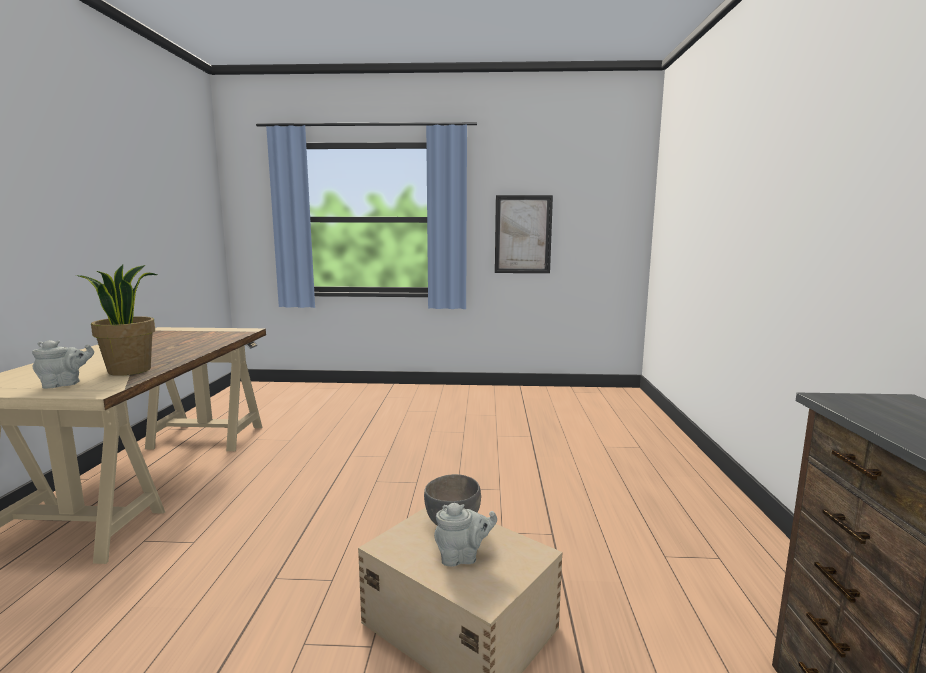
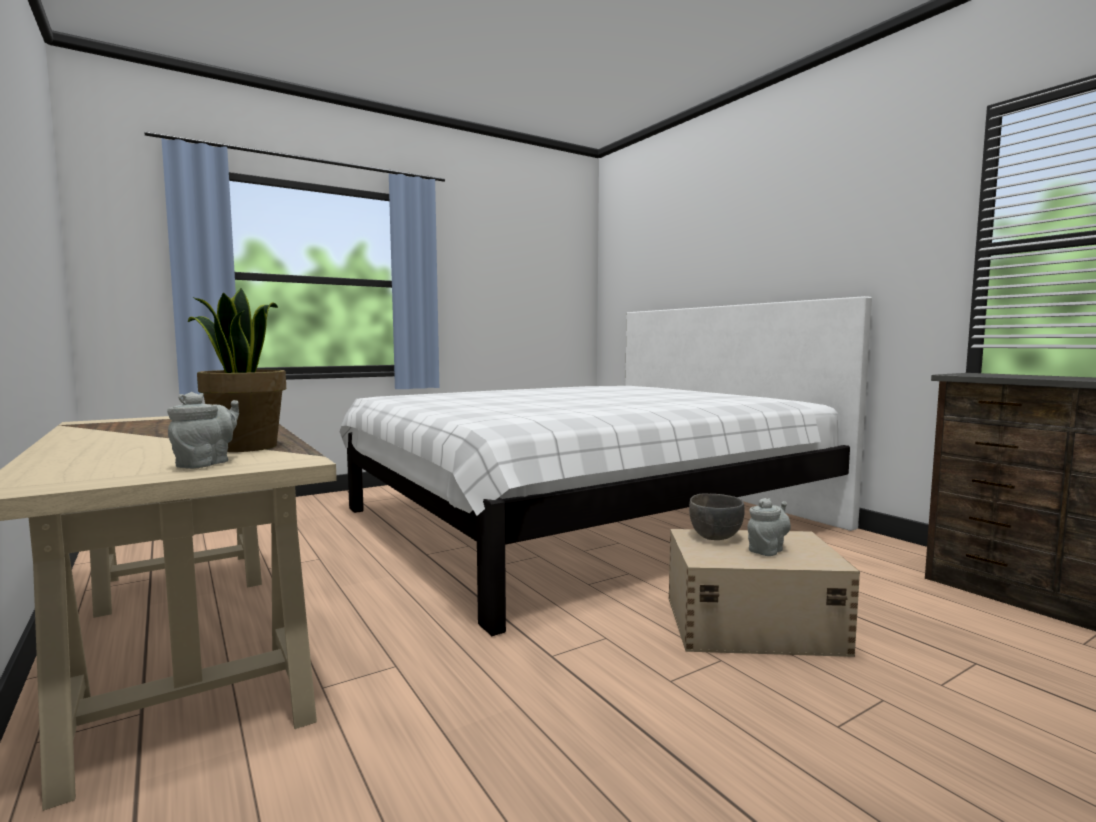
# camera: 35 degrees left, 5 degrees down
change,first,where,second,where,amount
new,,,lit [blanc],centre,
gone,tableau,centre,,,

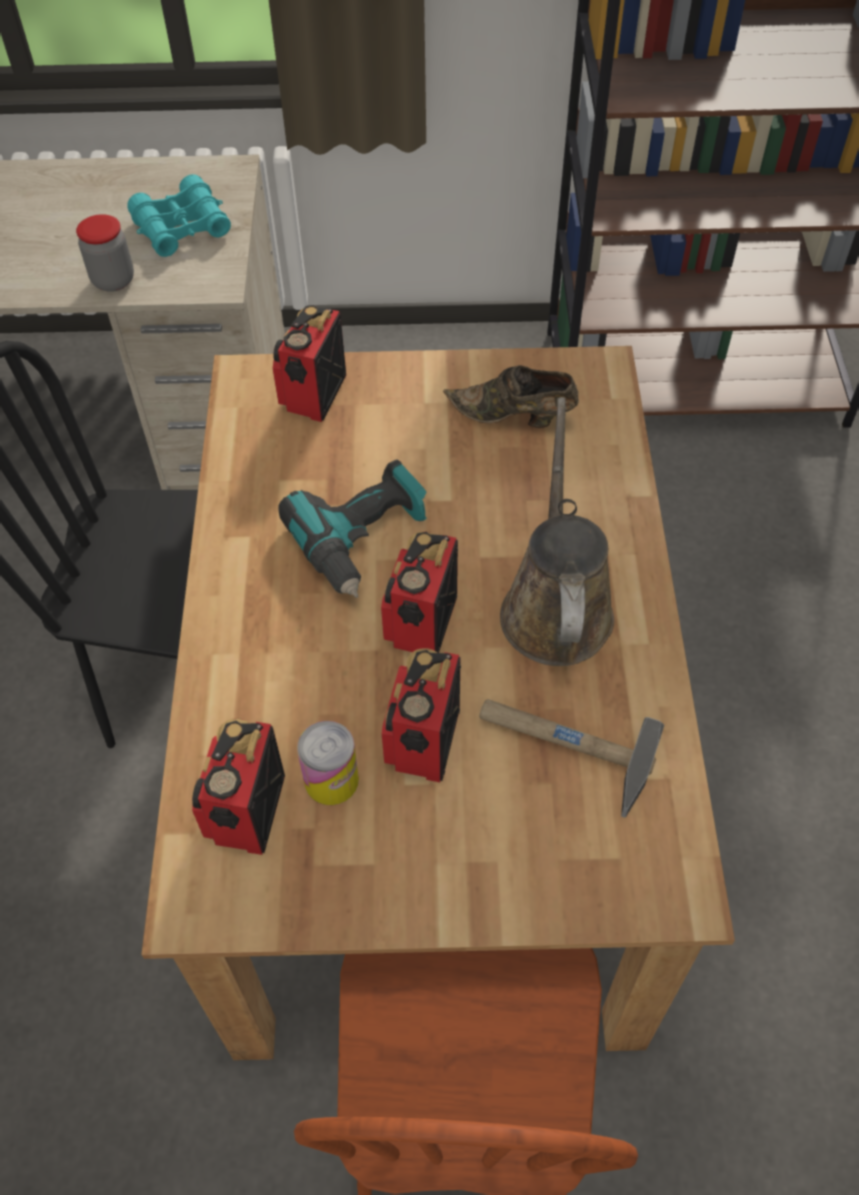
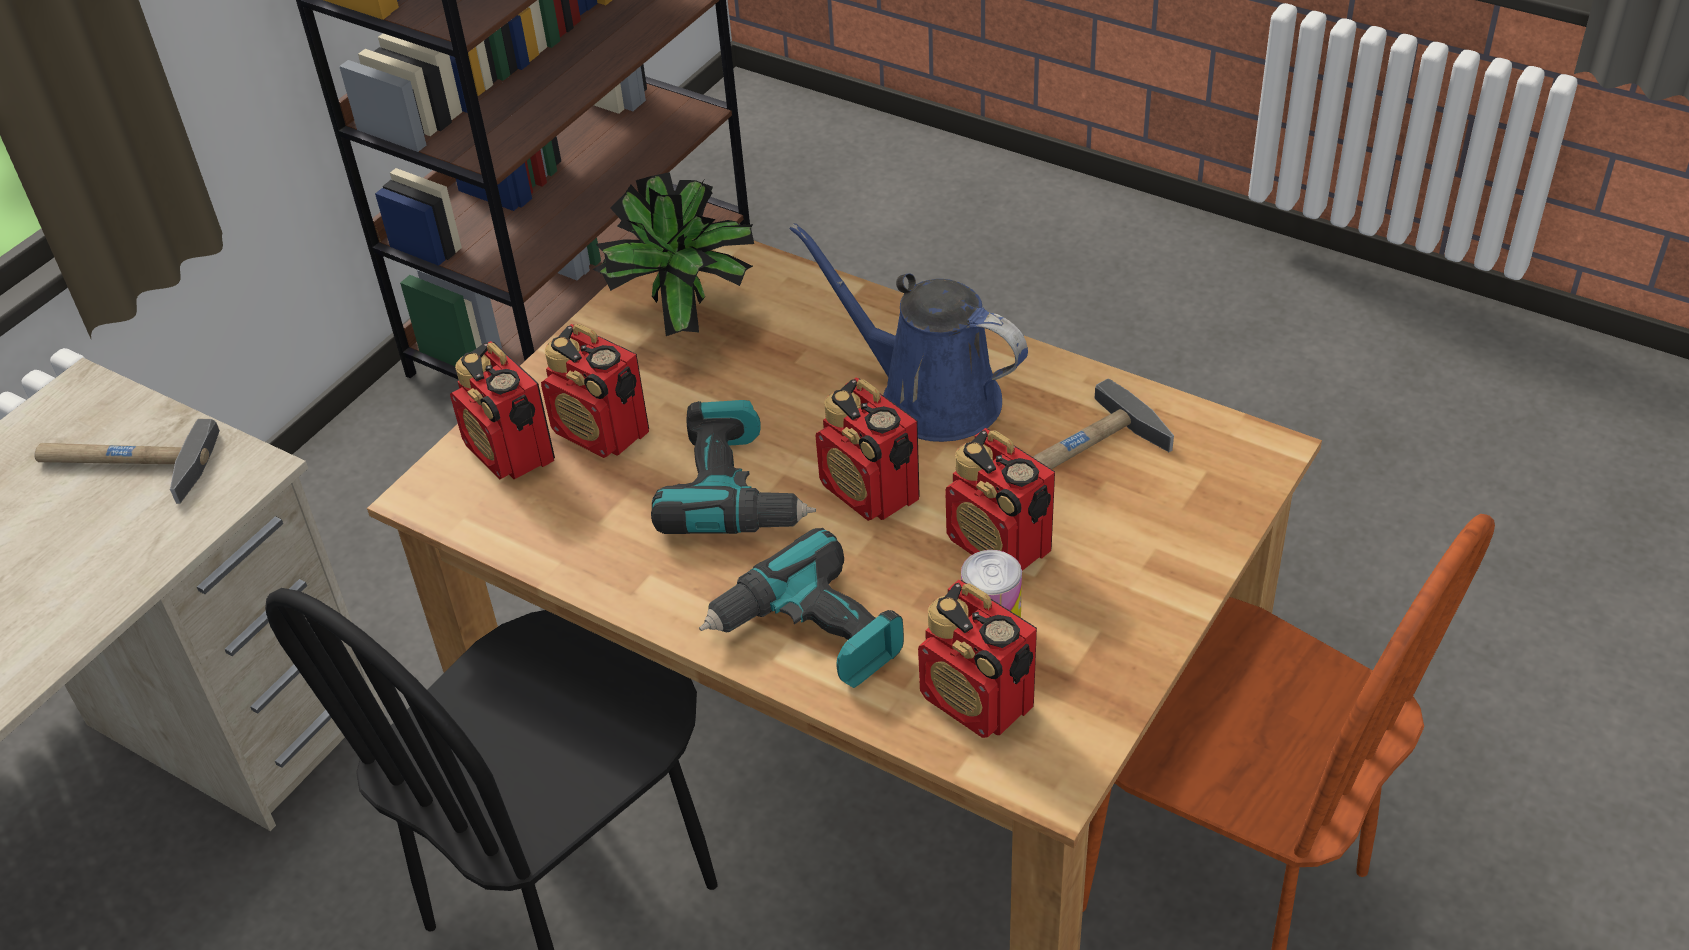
# camera: 55 degrees left, 10 degrees down
change,first,where,second,where,amount
swapped,jumelles [turquoise],top left,marteau (no. 1 from left),middle left,
new,,,radio (no. 2 from left),centre,
swapped,chaussure [marron],top centre,plante en pot,top centre,
new,,,perceuse (no. 2 from left),centre,
repainted,arrosoir [marron],centre,arrosoir [bleu],centre,
gone,bocal,top left,,,

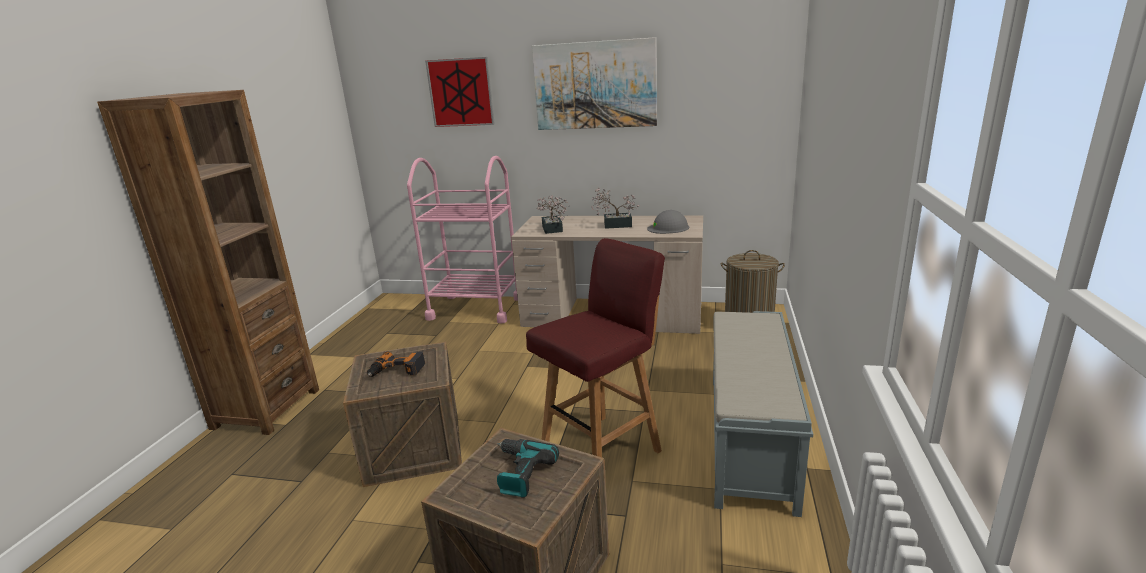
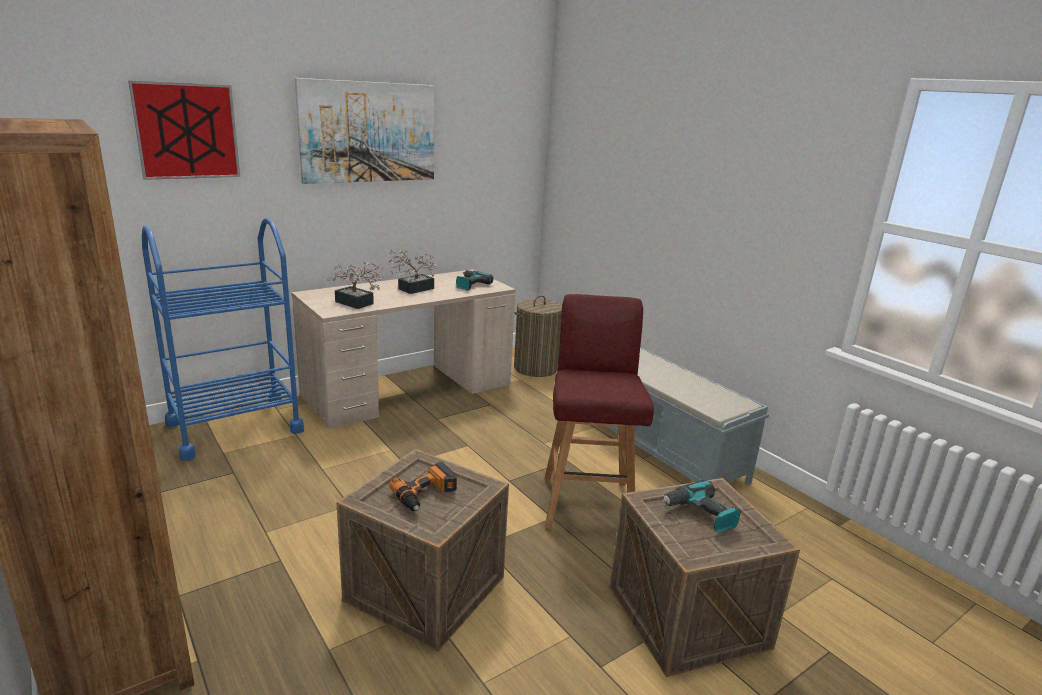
# camera: 50 degrees left, 0 degrees up
change,first,where,second,where,amount
repainted,chariot [rose],centre,chariot [bleu],middle left,
swapped,casque de chantier [gris],centre,perceuse (no. 2 from left),centre,

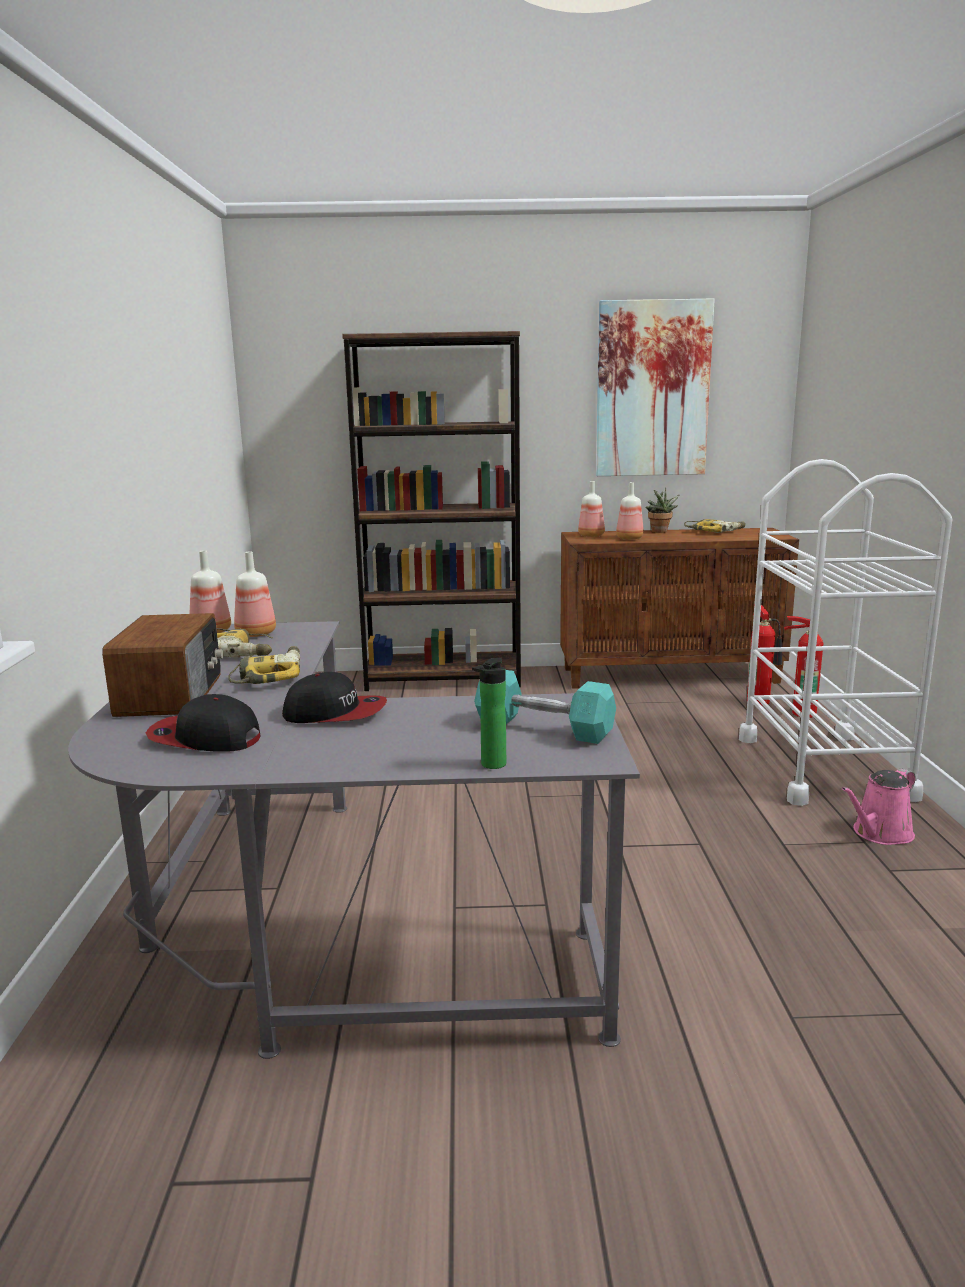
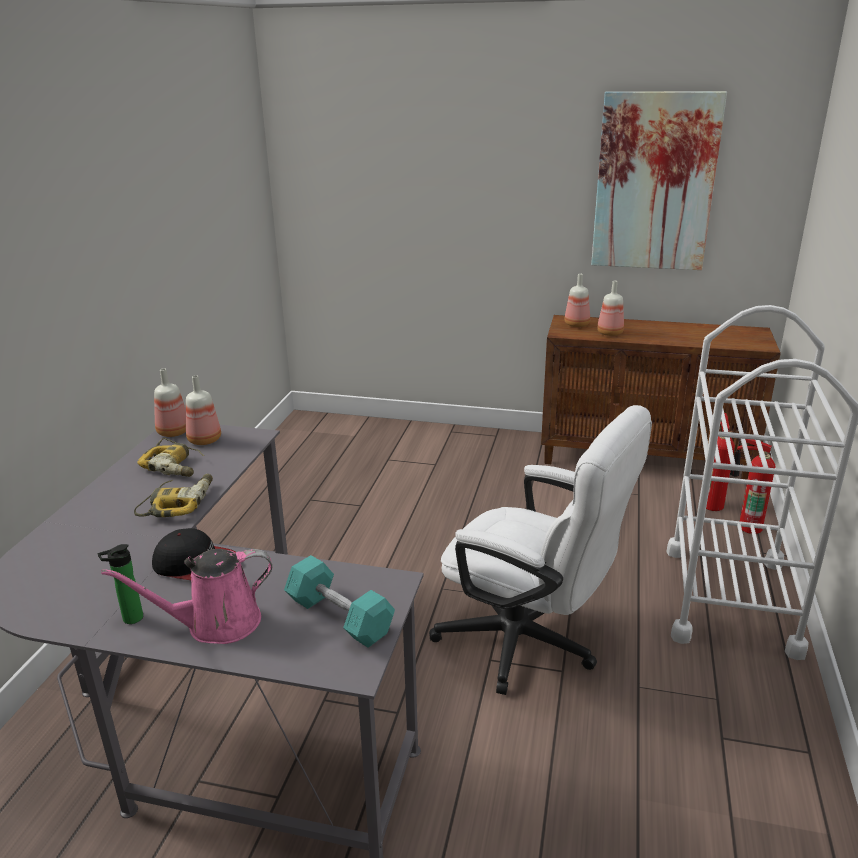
# camera: 15 degrees right, 10 degrees up
change,first,where,second,where,amount
shifted,bouteille (no. 3 from left in the first image),centre,bouteille (no. 1 from left),bottom left,
shifted,arrosoir [rose],middle right,,bottom left,
new,,,chaise de bureau [blanc],centre,
gone,radio,middle left,,,
gone,casquette (no. 1 from left),middle left,,,
gone,bibliothèque [marron],centre,,,
gone,plante en pot,middle right,,,
gone,perceuse (no. 3 from left),middle right,,,

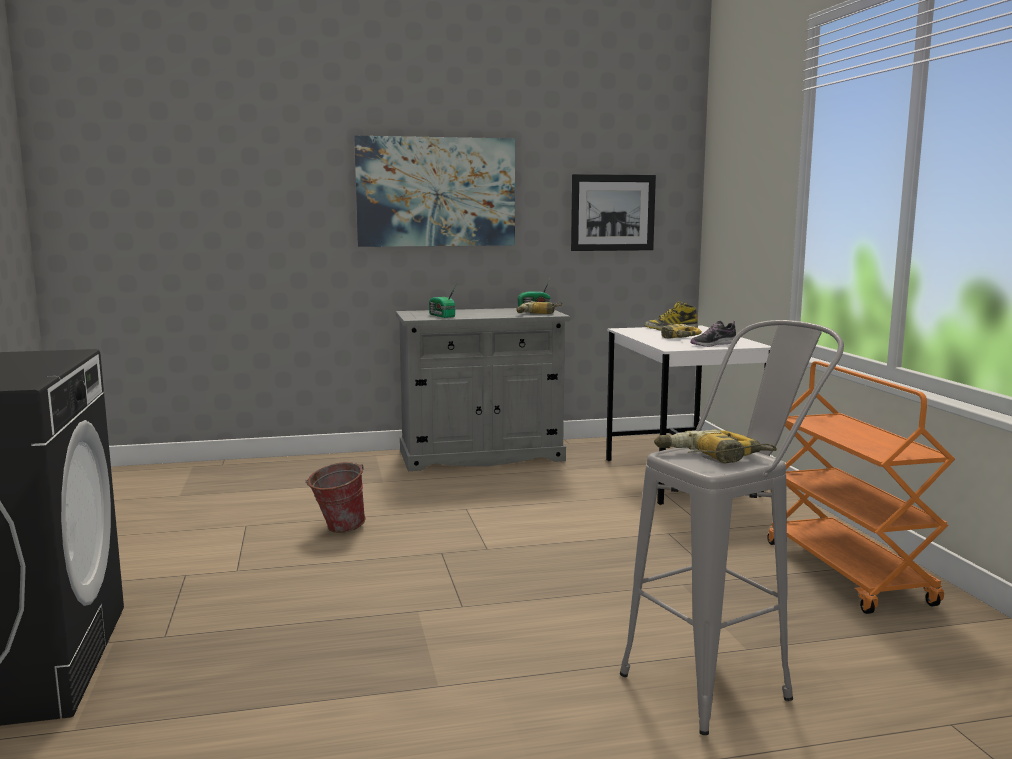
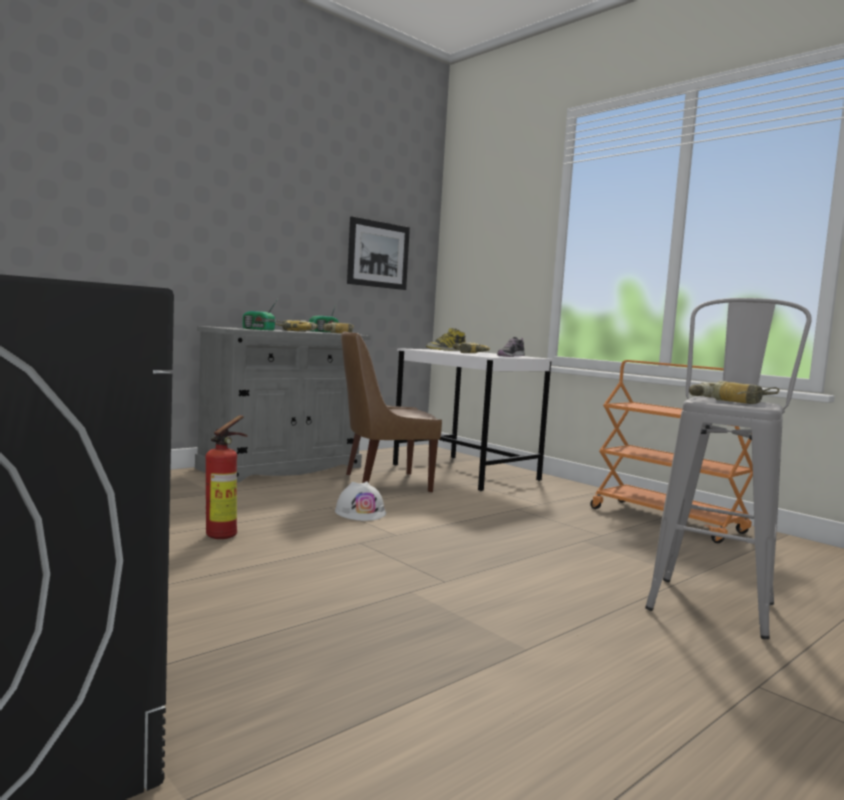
# camera: 30 degrees left, 5 degrees down
change,first,where,second,where,amount
swapped,seau,middle left,extincteur,middle left,
new,,,perceuse (no. 1 from left),centre,
new,,,casque de chantier [blanc],centre,
new,,,chaise [marron],centre,
gone,tableau (no. 1 from left),top centre,,,

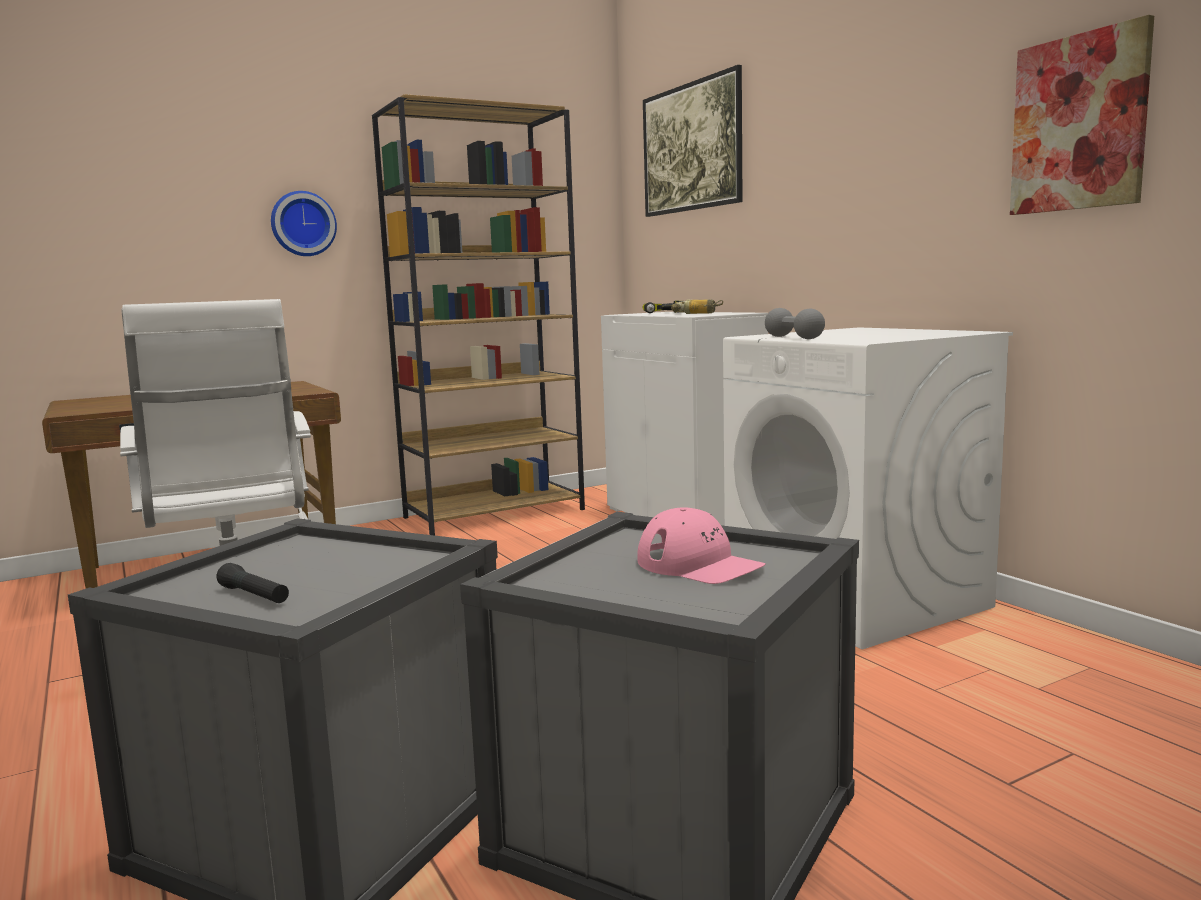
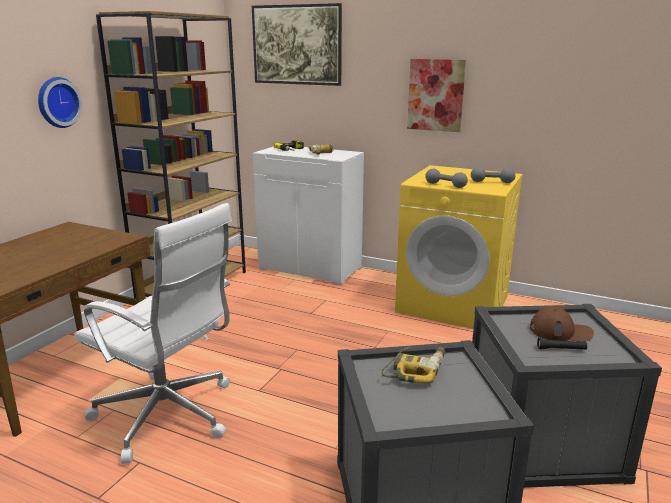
# camera: 35 degrees left, 10 degrees up
change,first,where,second,where,amount
new,,,perceuse (no. 3 from left),bottom centre,
repainted,lave-linge [blanc],middle right,lave-linge [jaune],middle right,
shifted,tableau (no. 2 from left),top right,,top centre,
new,,,haltère [gris] (no. 2 from left),middle right,
repainted,casquette [rose],centre,casquette [marron],middle right,
shifted,lampe de poche [noir],middle left,,bottom right,

